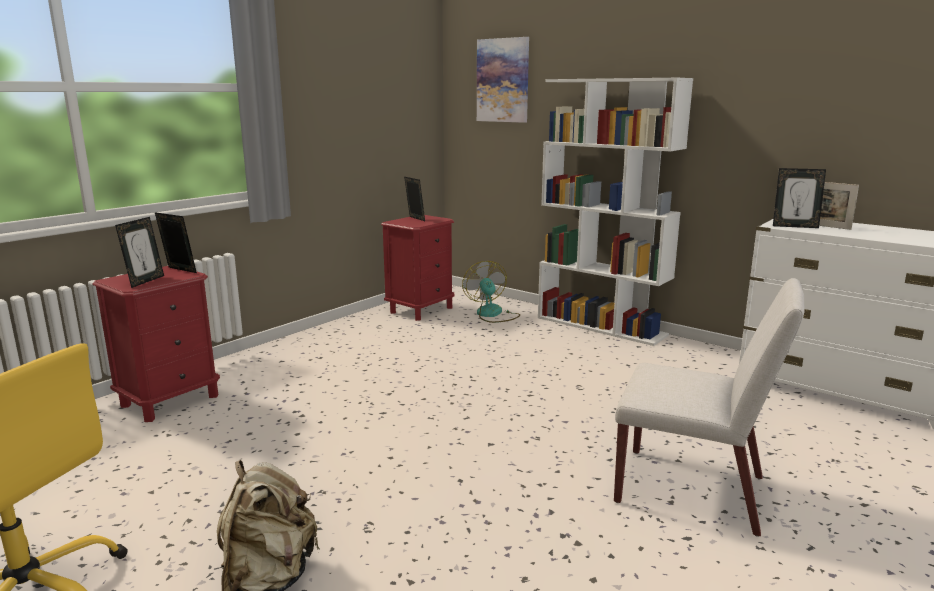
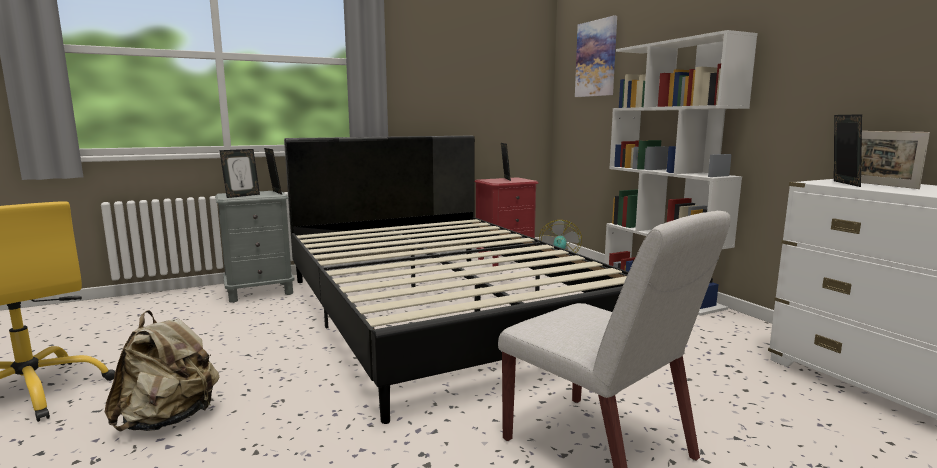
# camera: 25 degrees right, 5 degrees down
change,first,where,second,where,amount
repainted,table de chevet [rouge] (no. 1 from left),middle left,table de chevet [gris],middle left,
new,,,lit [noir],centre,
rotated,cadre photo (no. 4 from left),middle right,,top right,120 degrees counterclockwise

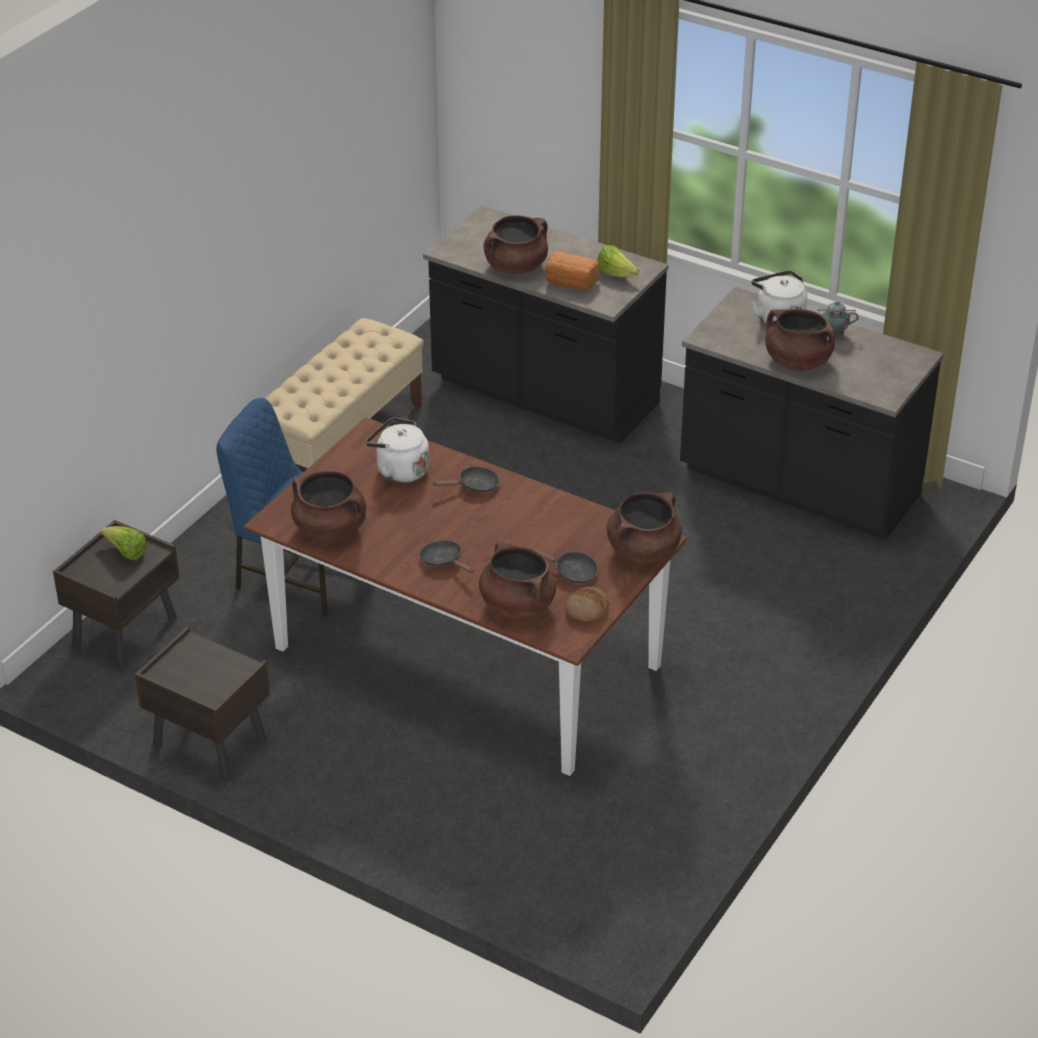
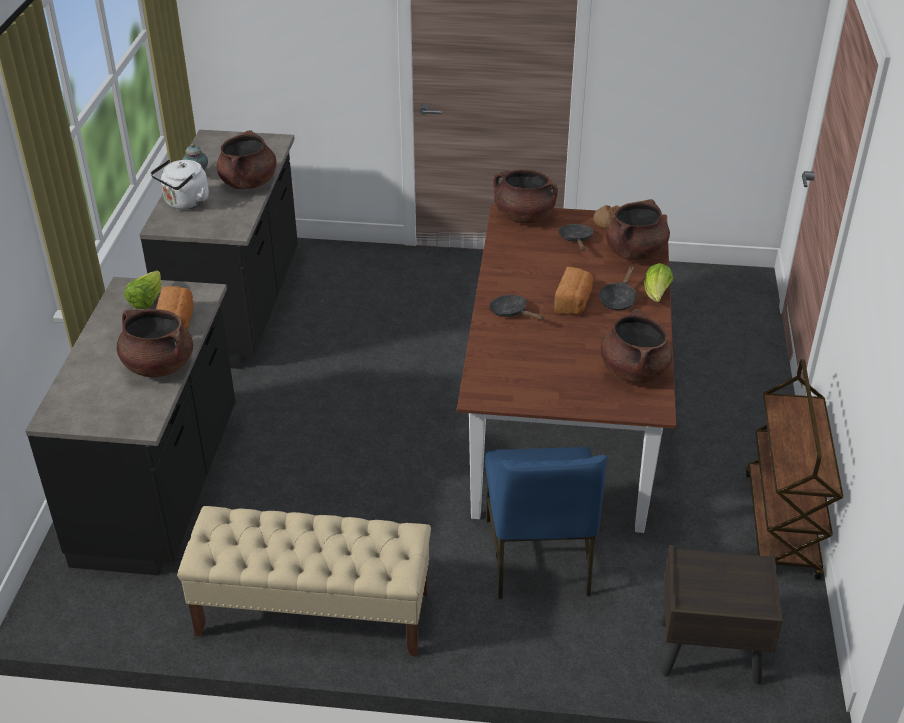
# camera: 115 degrees left, 0 degrees up
change,first,where,second,where,amount
new,,,pain (no. 2 from left),centre,
shifted,laitue (no. 1 from left in the first image),middle left,laitue (no. 2 from left),middle right,
swapped,table de chevet [marron] (no. 2 from left),bottom left,chariot [marron],middle right,
gone,bouilloire [blanc] (no. 1 from left),centre,,,

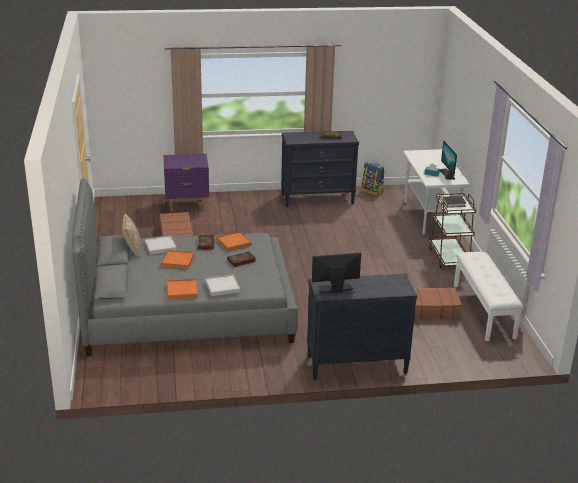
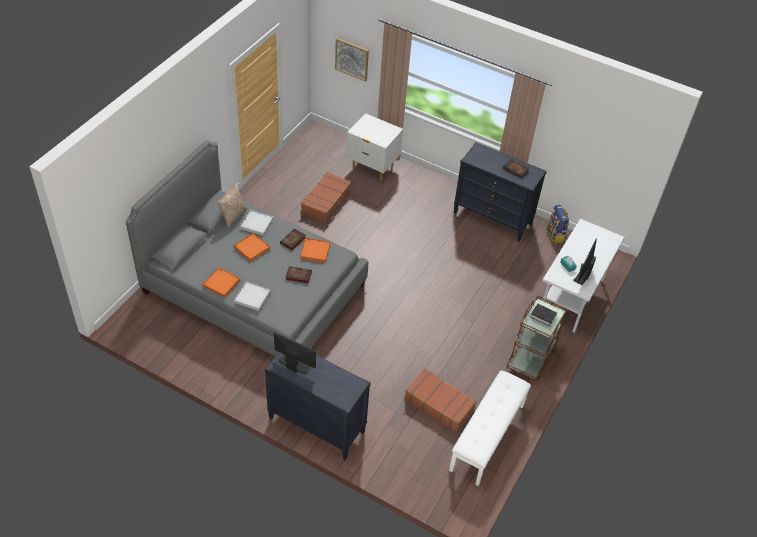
# camera: 35 degrees right, 20 degrees up
change,first,where,second,where,amount
new,,,tableau,top centre,
repainted,table de chevet [violet],middle left,table de chevet [blanc],top centre,

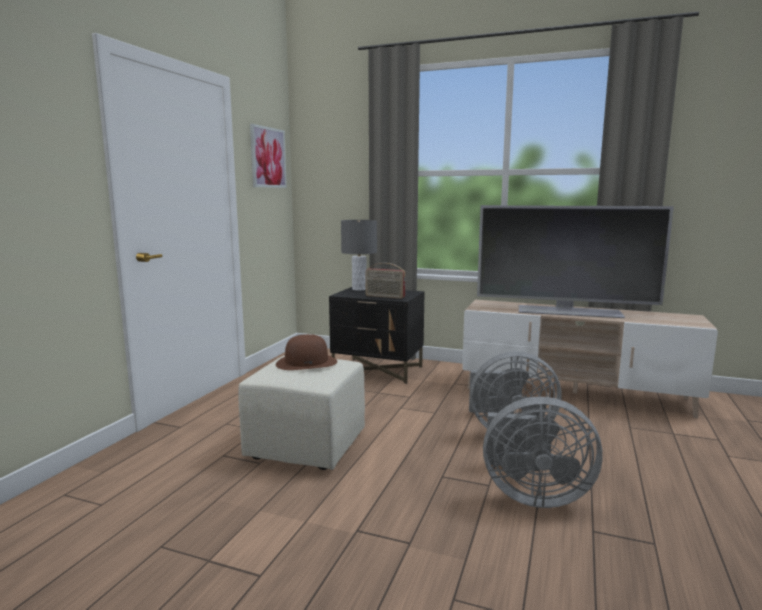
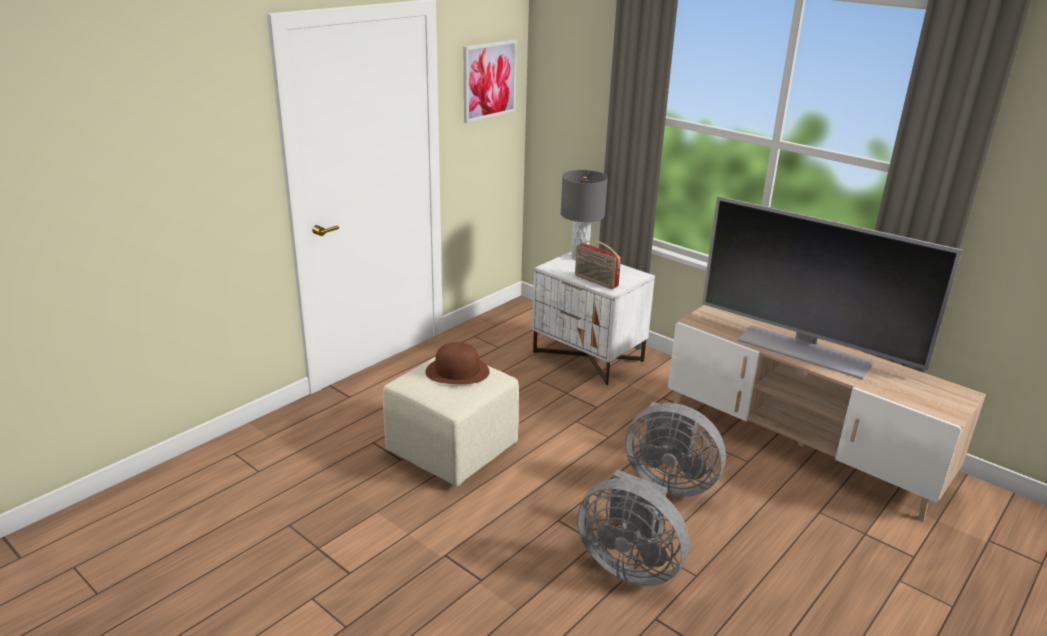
# camera: 20 degrees right, 15 degrees up
change,first,where,second,where,amount
repainted,table de chevet [noir],centre,table de chevet [blanc],centre,

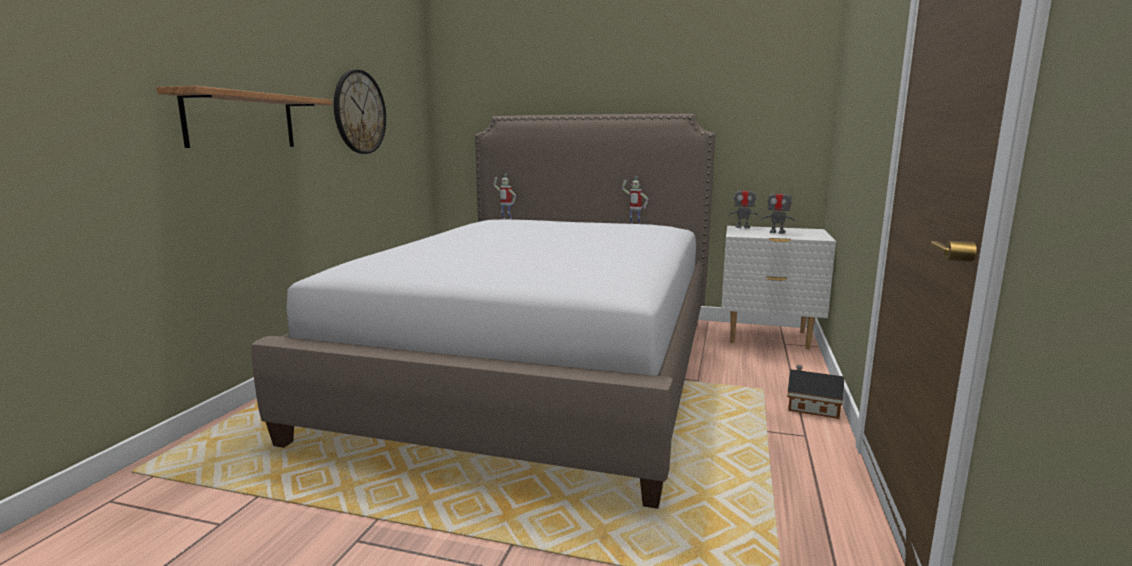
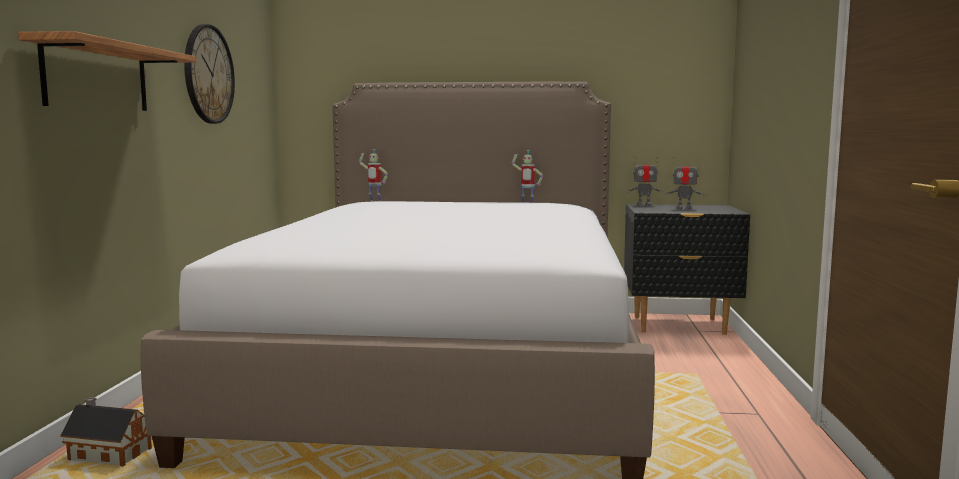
# camera: 10 degrees left, 5 degrees down
change,first,where,second,where,amount
shifted,maison miniature,bottom right,,bottom left,
repainted,table de chevet [blanc],middle right,table de chevet [noir],middle right,

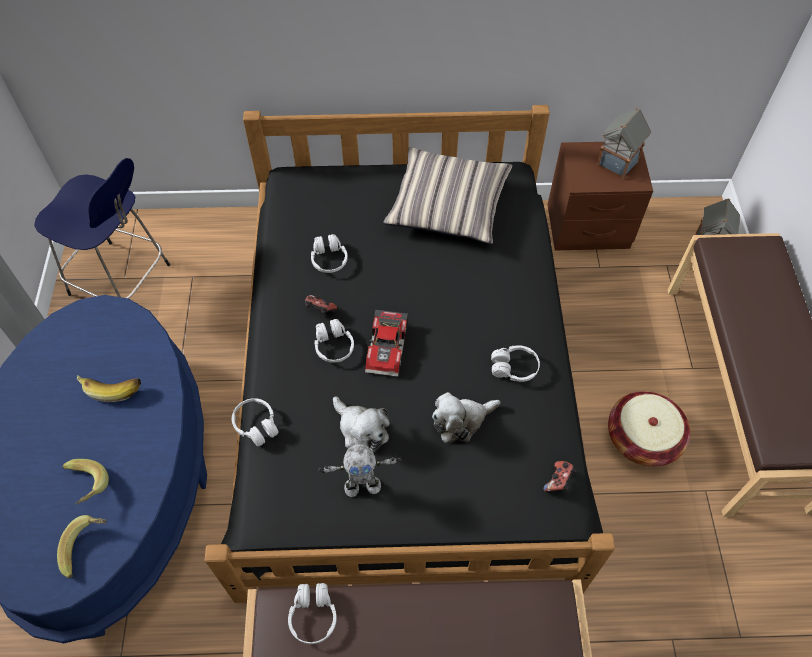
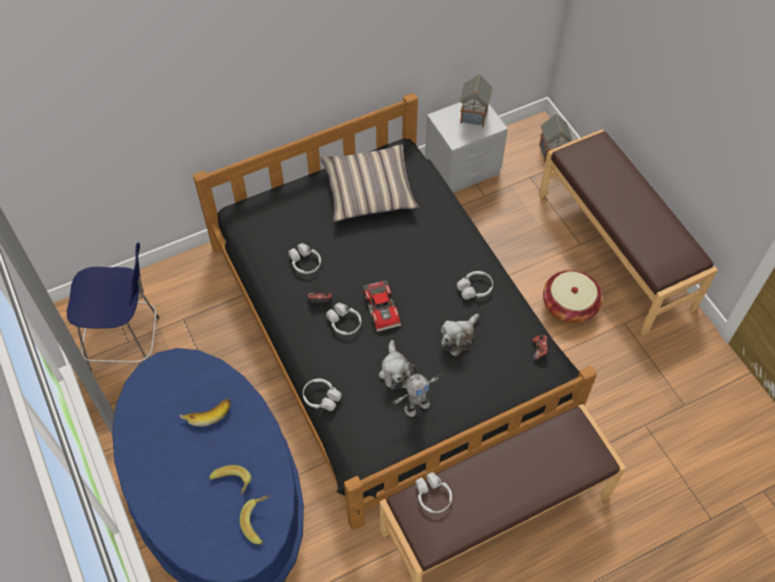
# camera: 25 degrees left, 0 degrees up
change,first,where,second,where,amount
rotated,peluche (no. 1 from left),centre,,centre,60 degrees clockwise
repainted,table de chevet [marron],top right,table de chevet [gris],top centre,

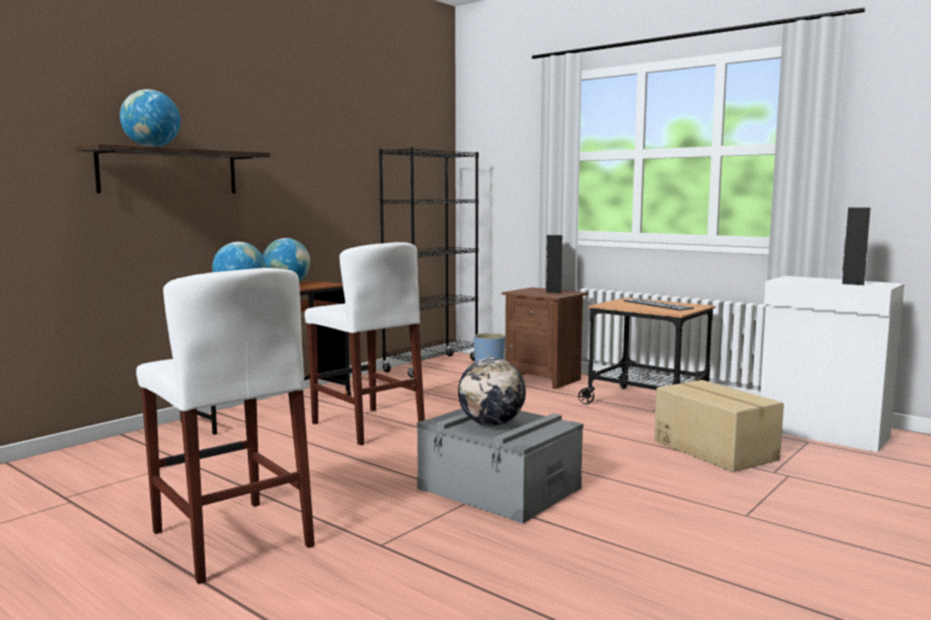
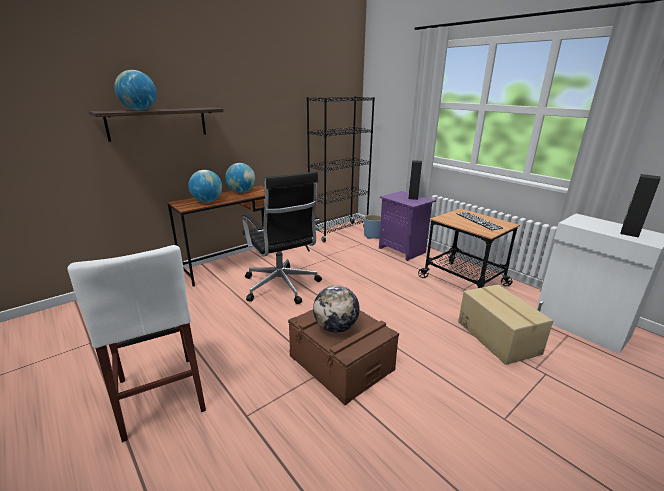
# camera: 10 degrees right, 15 degrees up
change,first,where,second,where,amount
swapped,tabouret [blanc] (no. 2 from left),centre,chaise de bureau [noir],centre,
repainted,boîte de rangement [gris],bottom centre,boîte de rangement [marron],bottom centre,
repainted,table de chevet [marron],centre,table de chevet [violet],centre,

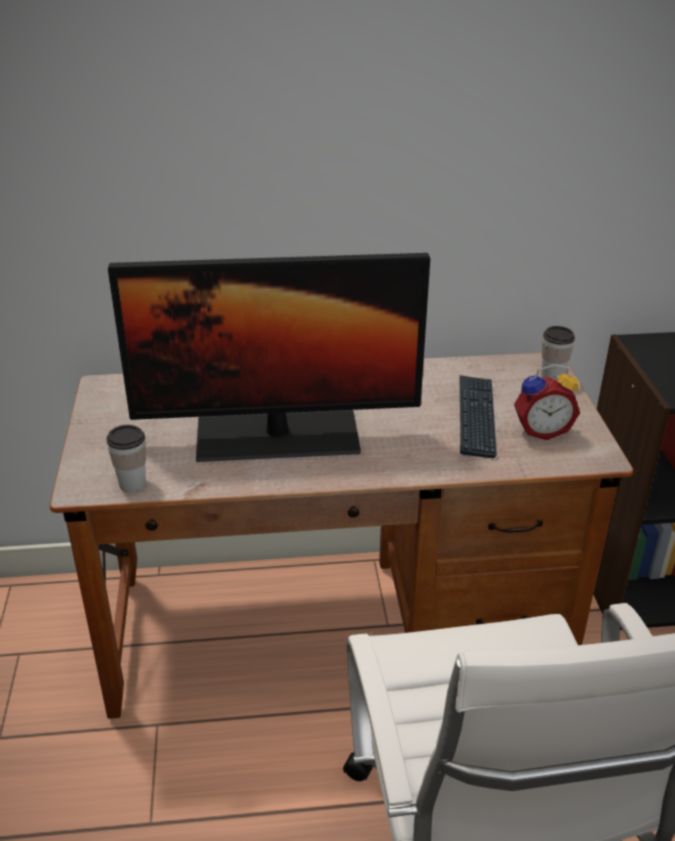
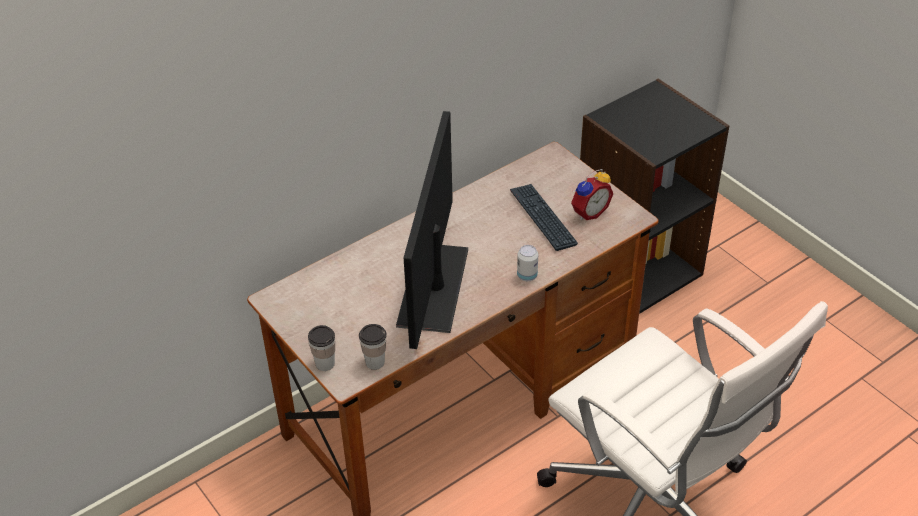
# camera: 30 degrees left, 10 degrees up
change,first,where,second,where,amount
shifted,tasse (no. 2 from left in the first image),middle right,tasse (no. 1 from left),bottom centre,
rotated,écran d'ordinateur,centre,,centre,135 degrees clockwise
new,,,boîte métallique,centre,

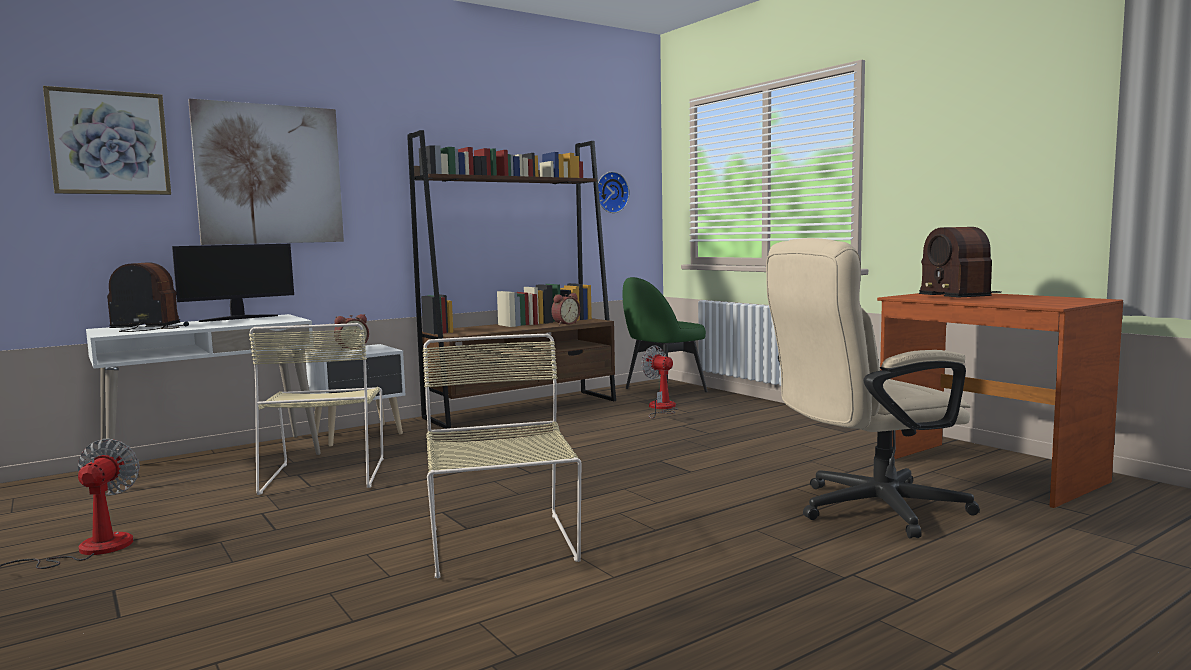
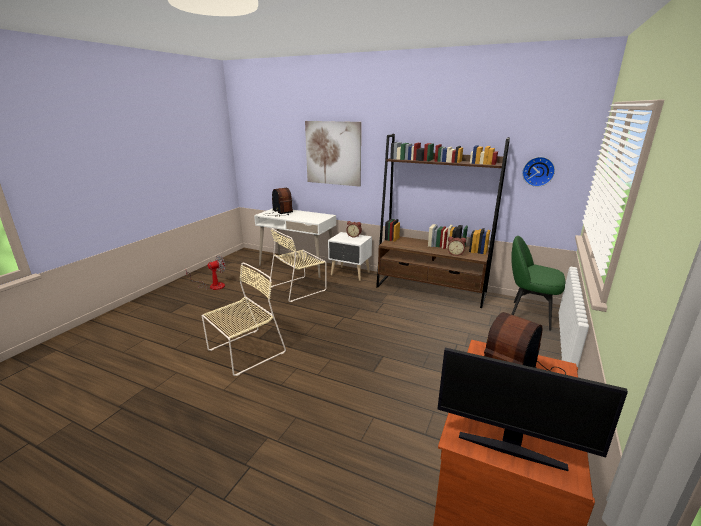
# camera: 60 degrees right, 15 degrees up
change,first,where,second,where,amount
shifted,écran d'ordinateur,middle left,,bottom right,
gone,tableau (no. 1 from left),top left,,,
gone,ventilateur (no. 2 from left),centre,,,
gone,chaise de bureau [beige],middle right,,,

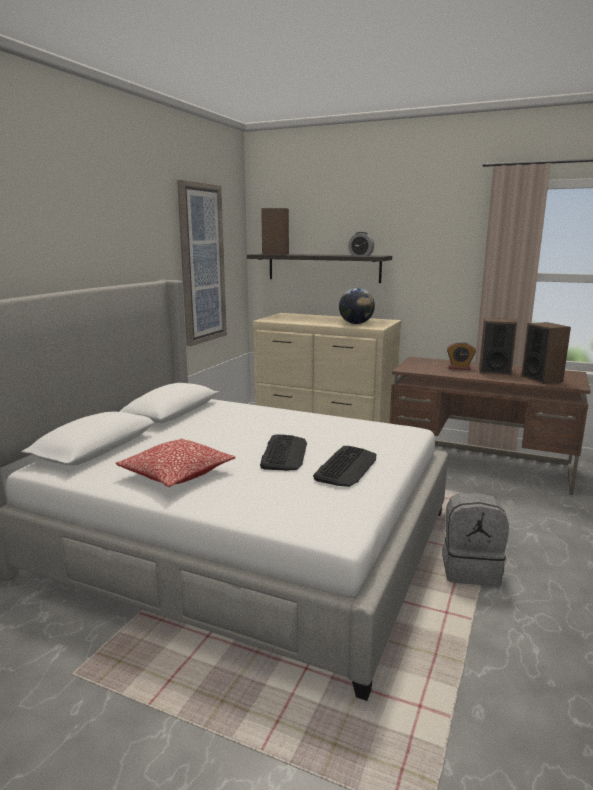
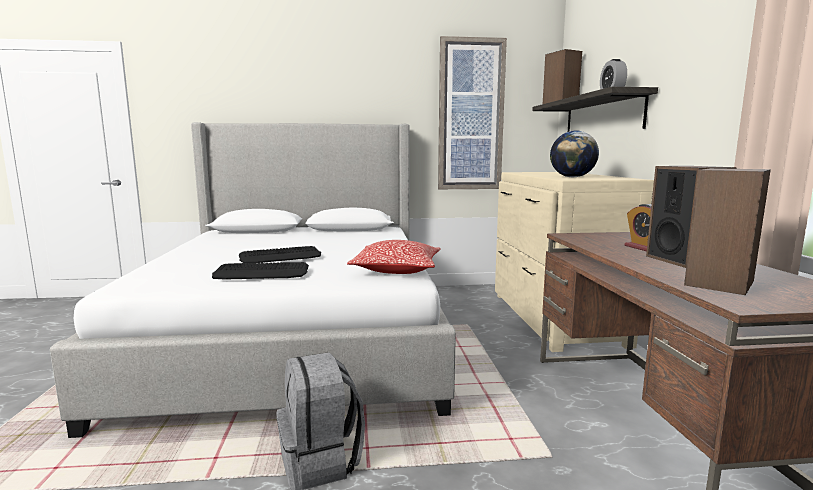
# camera: 60 degrees right, 5 degrees down
change,first,where,second,where,amount
shifted,coussin,middle left,,centre,

